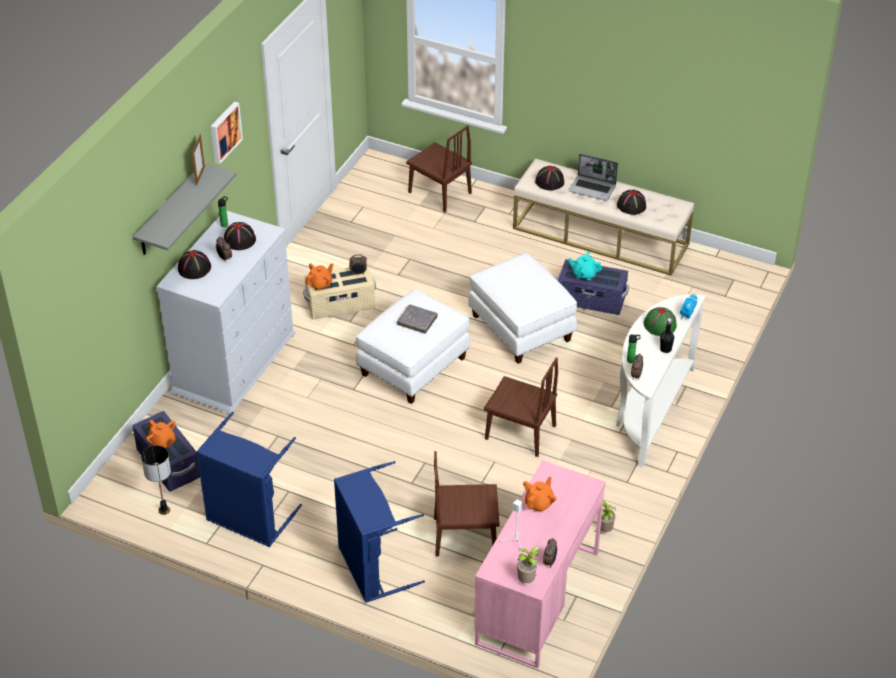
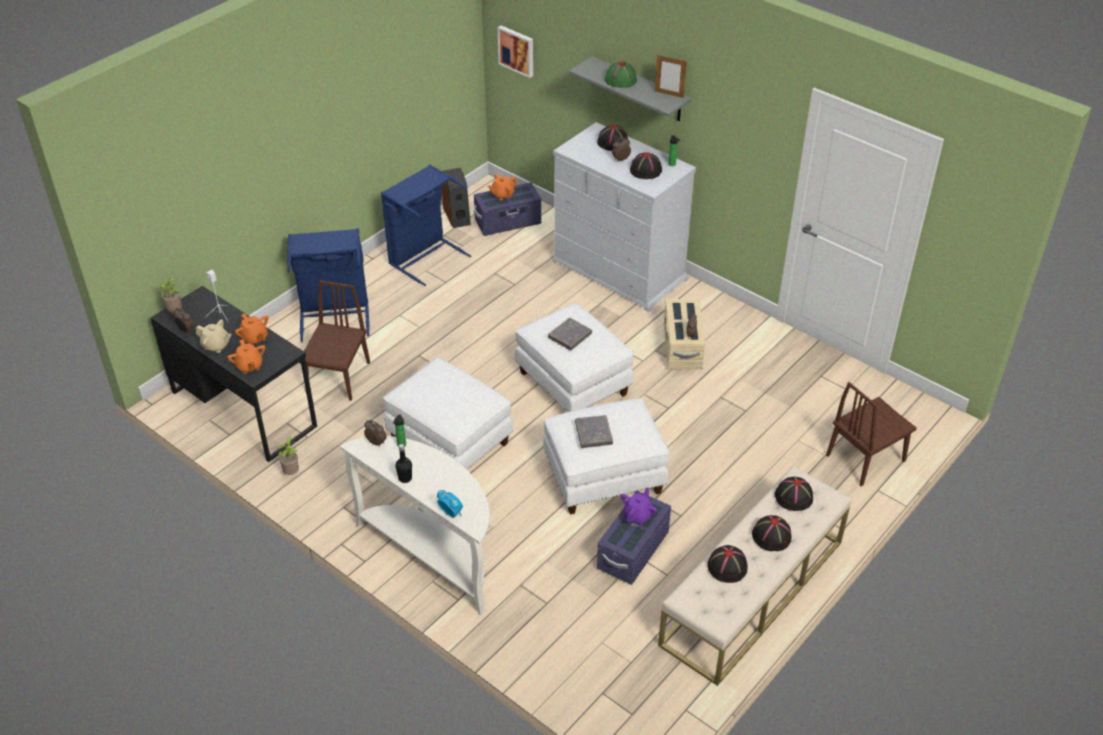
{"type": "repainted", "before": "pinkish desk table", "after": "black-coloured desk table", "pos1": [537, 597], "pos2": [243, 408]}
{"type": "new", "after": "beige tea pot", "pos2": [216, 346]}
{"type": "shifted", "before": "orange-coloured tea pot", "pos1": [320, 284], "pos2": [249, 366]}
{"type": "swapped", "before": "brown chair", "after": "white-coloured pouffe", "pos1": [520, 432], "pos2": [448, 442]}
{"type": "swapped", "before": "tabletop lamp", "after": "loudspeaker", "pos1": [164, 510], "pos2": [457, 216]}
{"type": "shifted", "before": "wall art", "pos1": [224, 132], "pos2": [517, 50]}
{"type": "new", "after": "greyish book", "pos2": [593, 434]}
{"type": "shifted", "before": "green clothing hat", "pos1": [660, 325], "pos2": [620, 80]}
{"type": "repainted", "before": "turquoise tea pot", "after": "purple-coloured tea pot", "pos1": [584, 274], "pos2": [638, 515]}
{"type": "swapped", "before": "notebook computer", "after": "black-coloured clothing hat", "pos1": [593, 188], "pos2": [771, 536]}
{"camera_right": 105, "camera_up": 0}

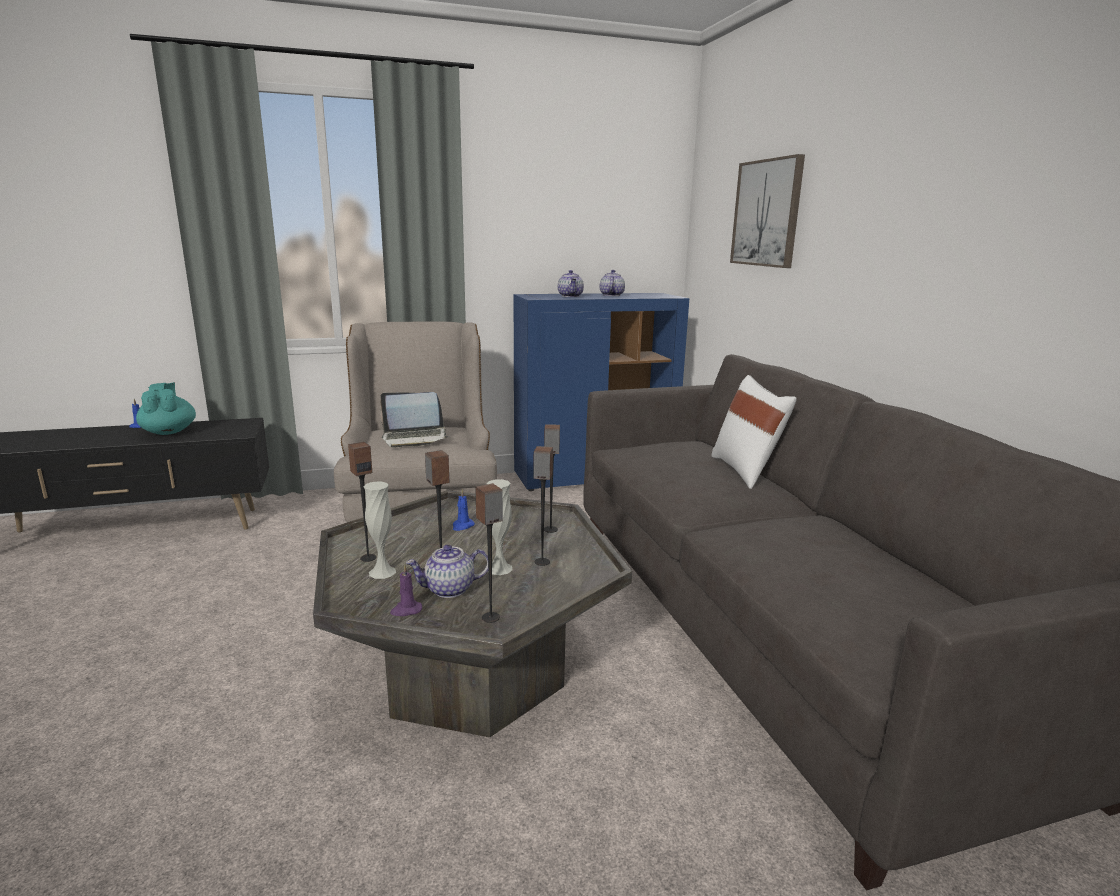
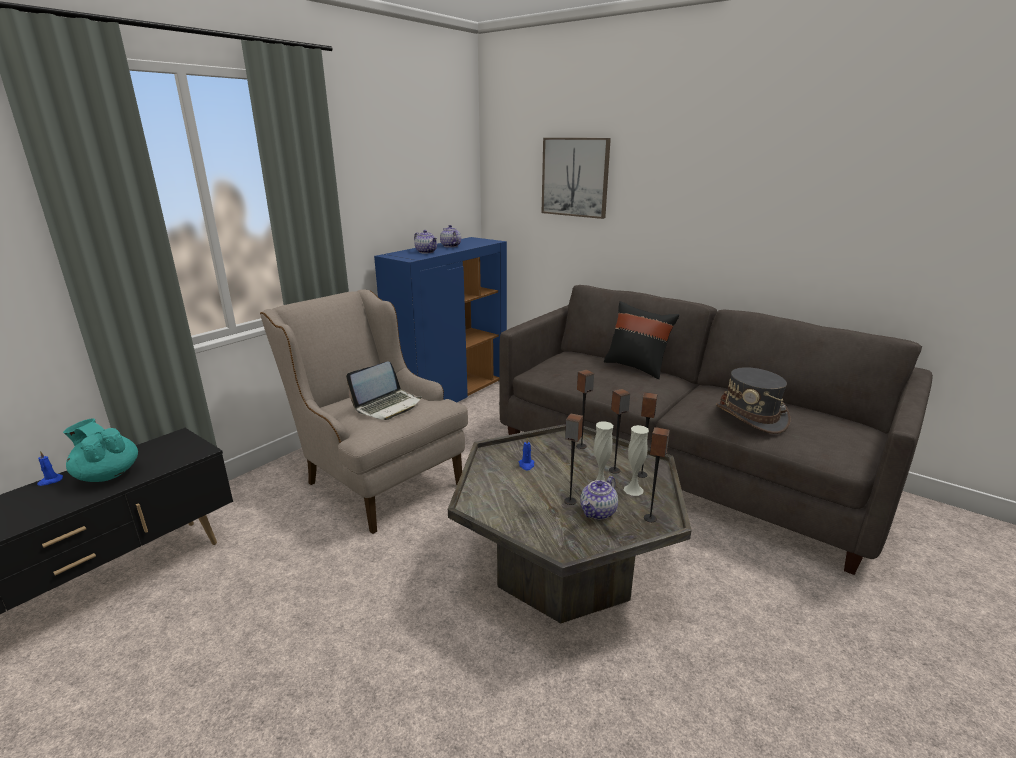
{"type": "repainted", "before": "white-coloured pillow", "after": "black-coloured pillow", "pos1": [746, 471], "pos2": [637, 367]}
{"type": "shifted", "before": "white-coloured decorative vase", "pos1": [382, 572], "pos2": [633, 490]}
{"type": "shifted", "before": "loudspeaker", "pos1": [368, 558], "pos2": [641, 474]}
{"type": "new", "after": "greyish clothing hat", "pos2": [751, 417]}
{"type": "gone", "before": "purple-coloured wax light", "pos1": [406, 610]}
{"camera_right": -35, "camera_up": 5}

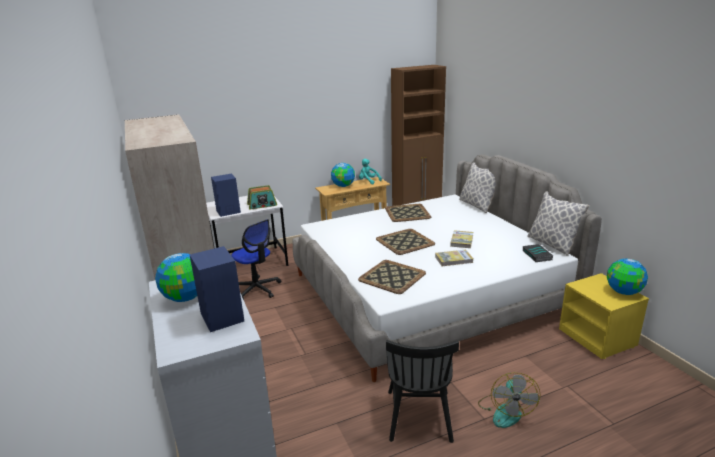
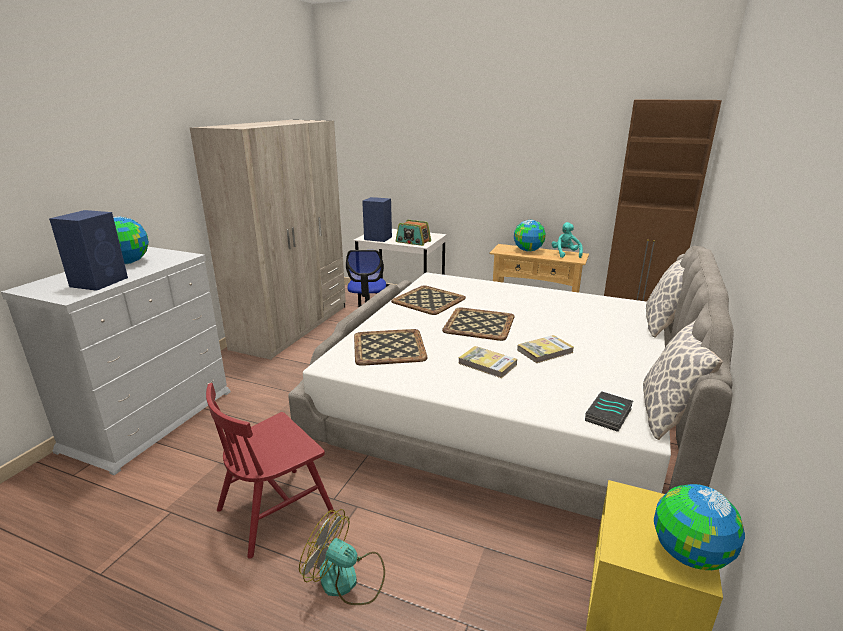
{"type": "repainted", "before": "black-coloured chair", "after": "red chair", "pos1": [419, 415], "pos2": [275, 510]}
{"type": "rotated", "before": "cooling fan", "pos1": [505, 411], "pos2": [347, 579], "turn": 60}
{"type": "shifted", "before": "tray", "pos1": [407, 213], "pos2": [429, 300]}
{"camera_right": 45, "camera_up": 0}

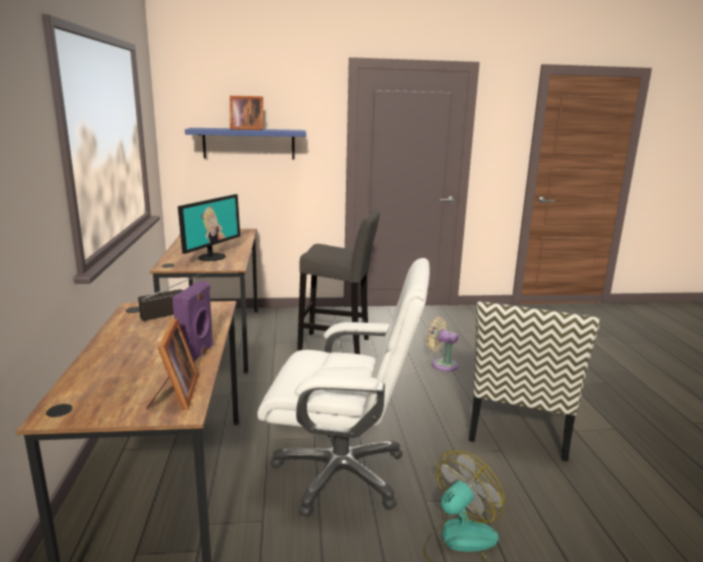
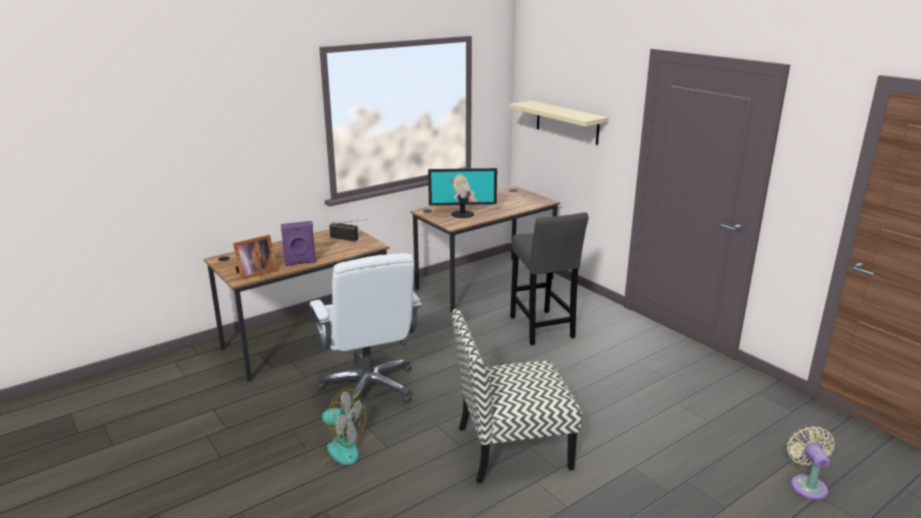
{"type": "repainted", "before": "bluish wall shelf", "after": "beige wall shelf", "pos1": [249, 143], "pos2": [567, 122]}
{"type": "shifted", "before": "beige cooling fan", "pos1": [441, 364], "pos2": [807, 484]}
{"type": "gone", "before": "picture frame", "pos1": [245, 129]}
{"camera_right": 60, "camera_up": 5}

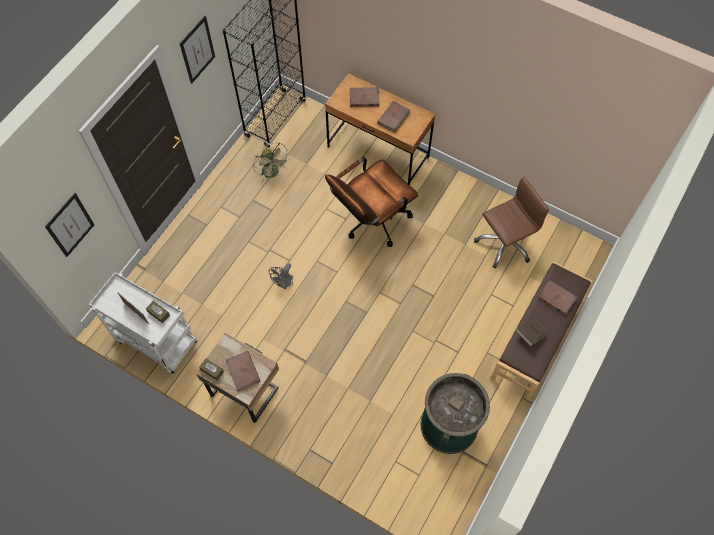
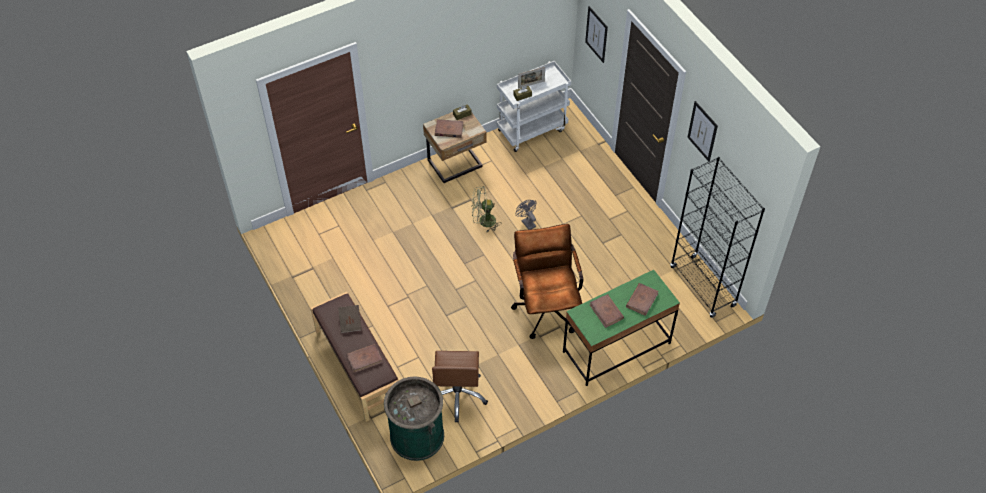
{"type": "shifted", "before": "green rubbish bin", "pos1": [449, 425], "pos2": [417, 435]}
{"type": "shifted", "before": "green cooling fan", "pos1": [273, 173], "pos2": [483, 222]}
{"type": "repainted", "before": "brown desk table", "after": "green desk table", "pos1": [378, 152], "pos2": [616, 348]}
{"camera_right": 120, "camera_up": -10}

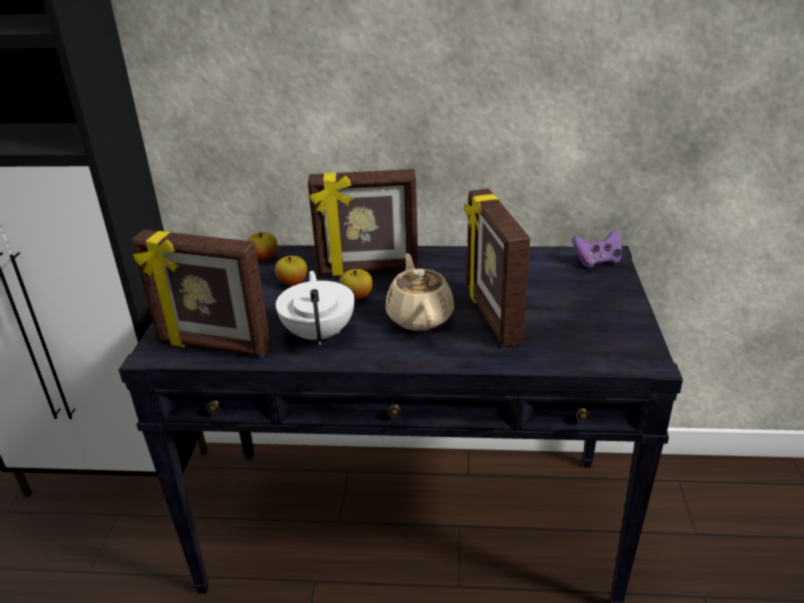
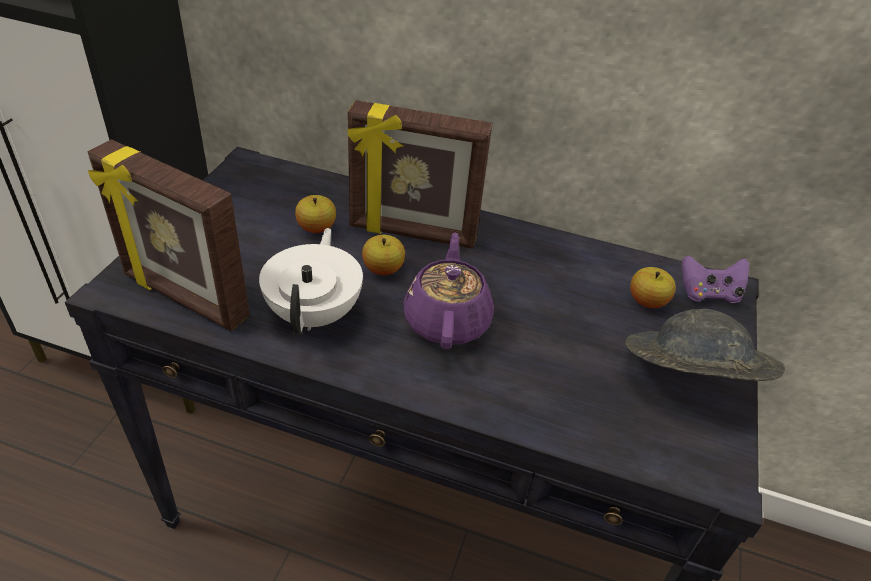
{"type": "repainted", "before": "beige tea pot", "after": "purple-coloured tea pot", "pos1": [419, 316], "pos2": [447, 320]}
{"type": "new", "after": "greyish clothing hat", "pos2": [689, 378]}
{"type": "shifted", "before": "apple", "pos1": [264, 257], "pos2": [647, 302]}
{"type": "gone", "before": "picture frame", "pos1": [491, 316]}
{"camera_right": 10, "camera_up": 10}

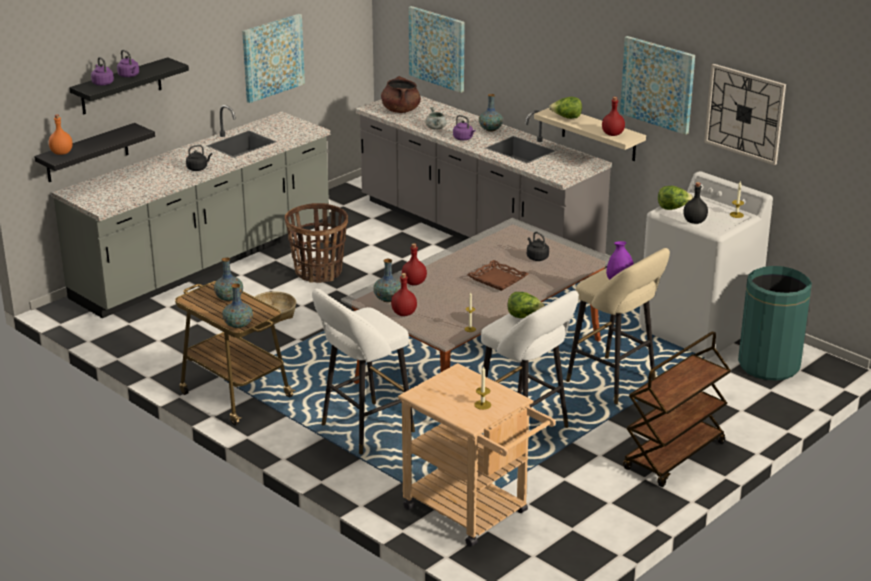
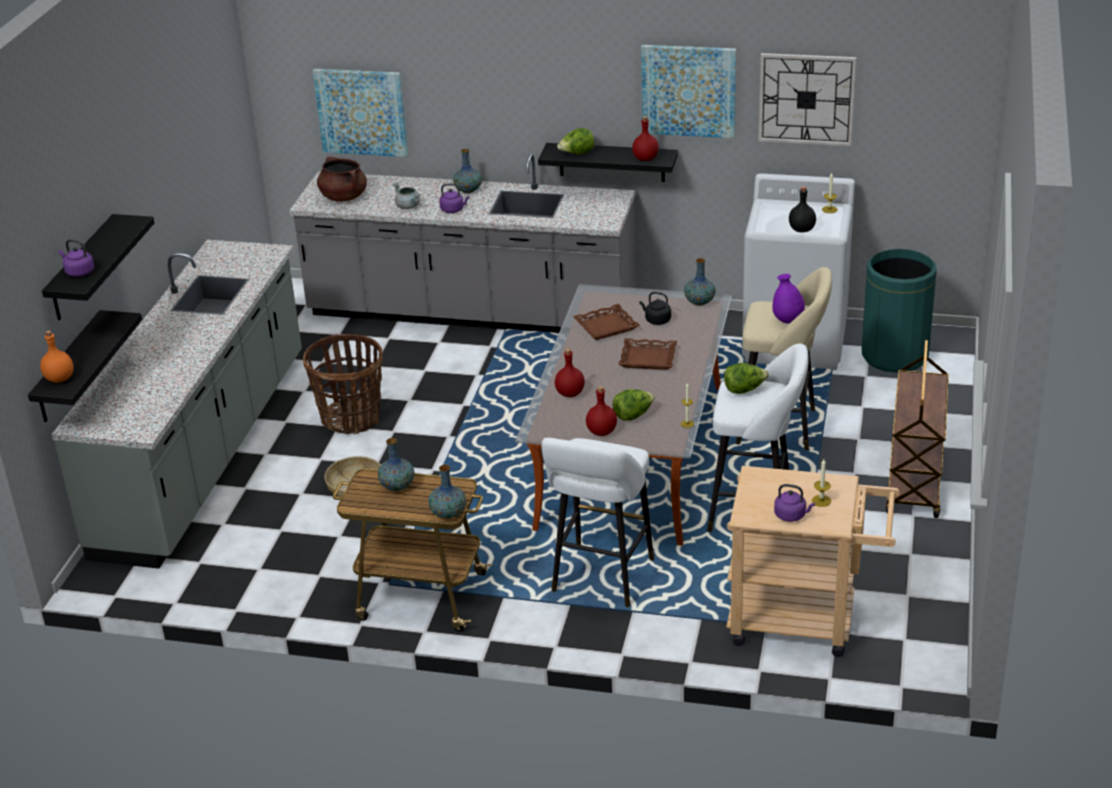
{"type": "repainted", "before": "beige wall shelf", "after": "black-coloured wall shelf", "pos1": [598, 134], "pos2": [611, 162]}
{"type": "new", "after": "brown tray", "pos2": [606, 326]}
{"type": "shifted", "before": "lettuce", "pos1": [673, 208], "pos2": [633, 415]}
{"type": "shifted", "before": "decorative vase", "pos1": [388, 299], "pos2": [699, 302]}
{"type": "shifted", "before": "purple-coloured tea kettle", "pos1": [129, 76], "pos2": [791, 516]}
{"type": "gone", "before": "black-coloured tea kettle", "pos1": [198, 168]}
{"type": "gone", "before": "wall art", "pos1": [272, 57]}
{"camera_right": -30, "camera_up": 5}

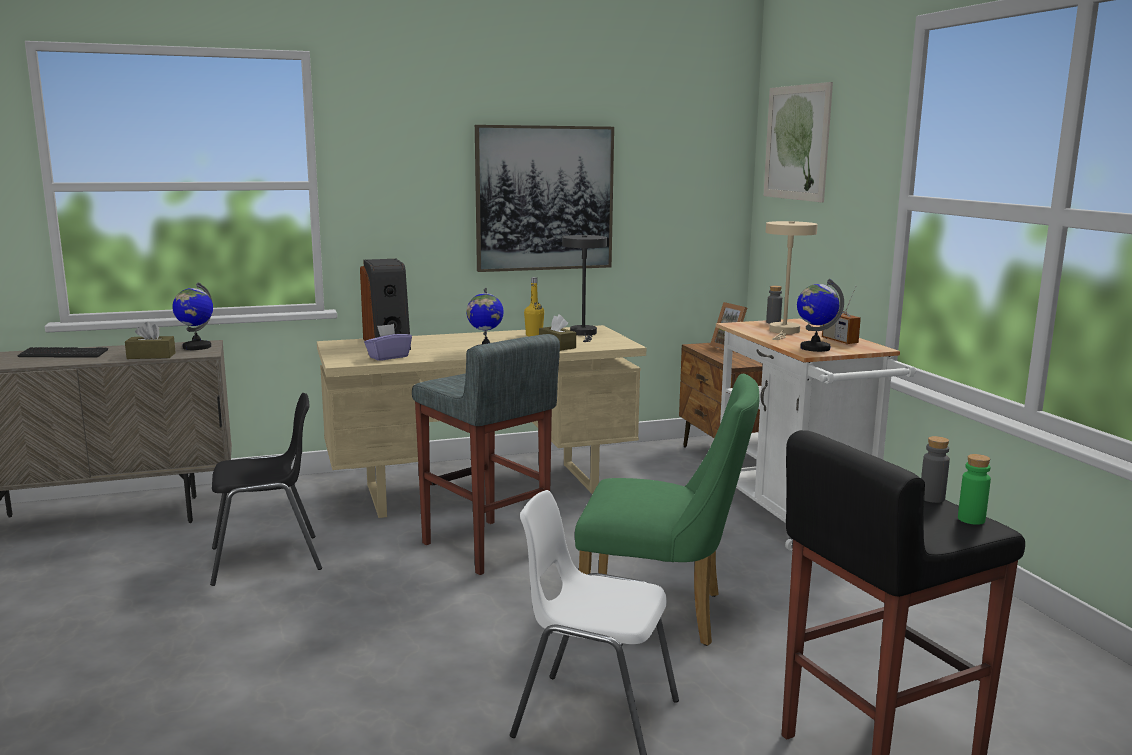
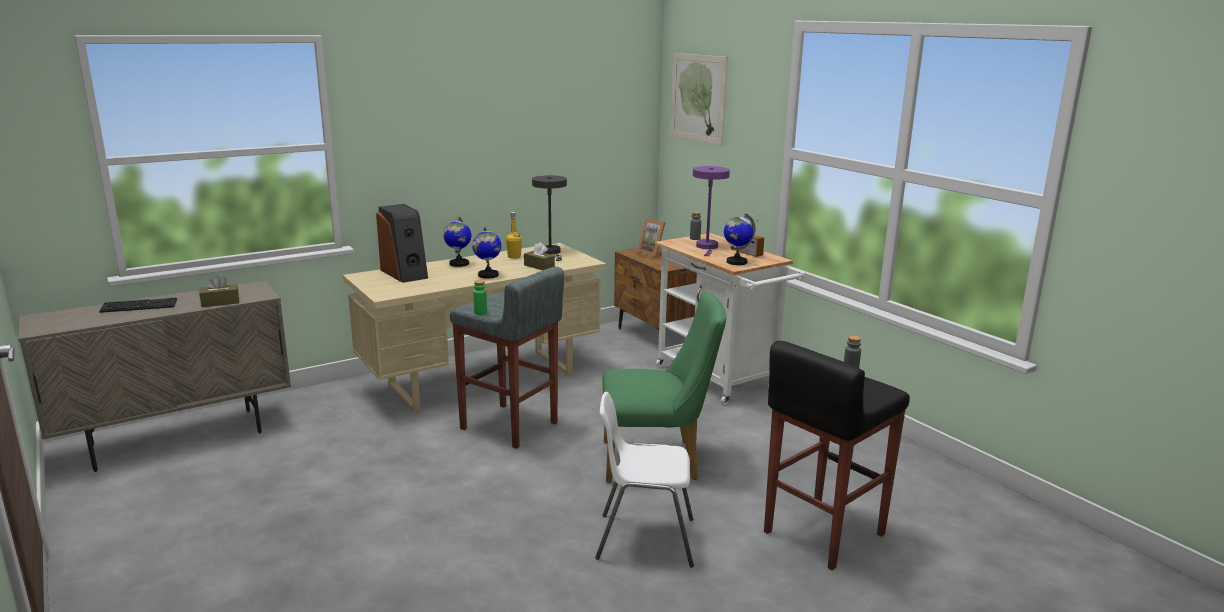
{"type": "shifted", "before": "desk globe", "pos1": [196, 347], "pos2": [459, 264]}
{"type": "shifted", "before": "green beverage bottle", "pos1": [971, 519], "pos2": [480, 312]}
{"type": "repainted", "before": "beige tabletop lamp", "after": "purple-coloured tabletop lamp", "pos1": [784, 332], "pos2": [707, 247]}
{"type": "gone", "before": "black-coloured chair", "pos1": [267, 559]}
{"type": "gone", "before": "purple-coloured tissue box", "pos1": [388, 357]}
{"type": "gone", "before": "wall art", "pos1": [544, 198]}
{"camera_right": -15, "camera_up": 5}

